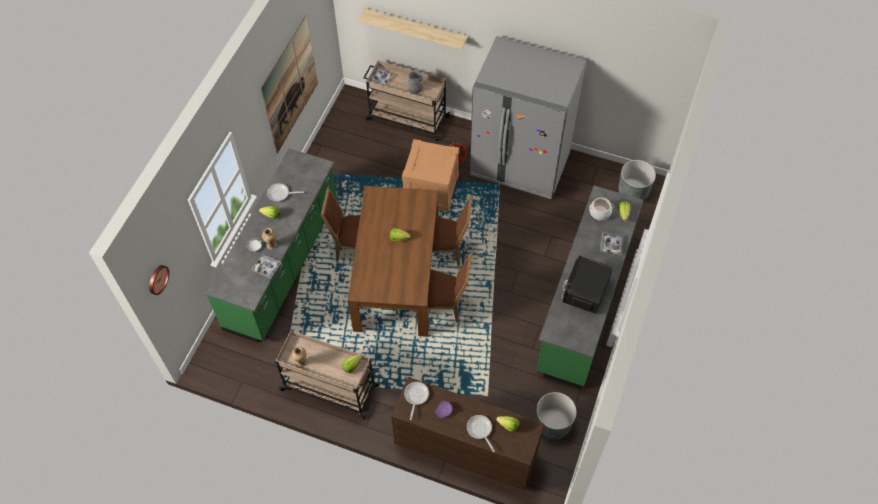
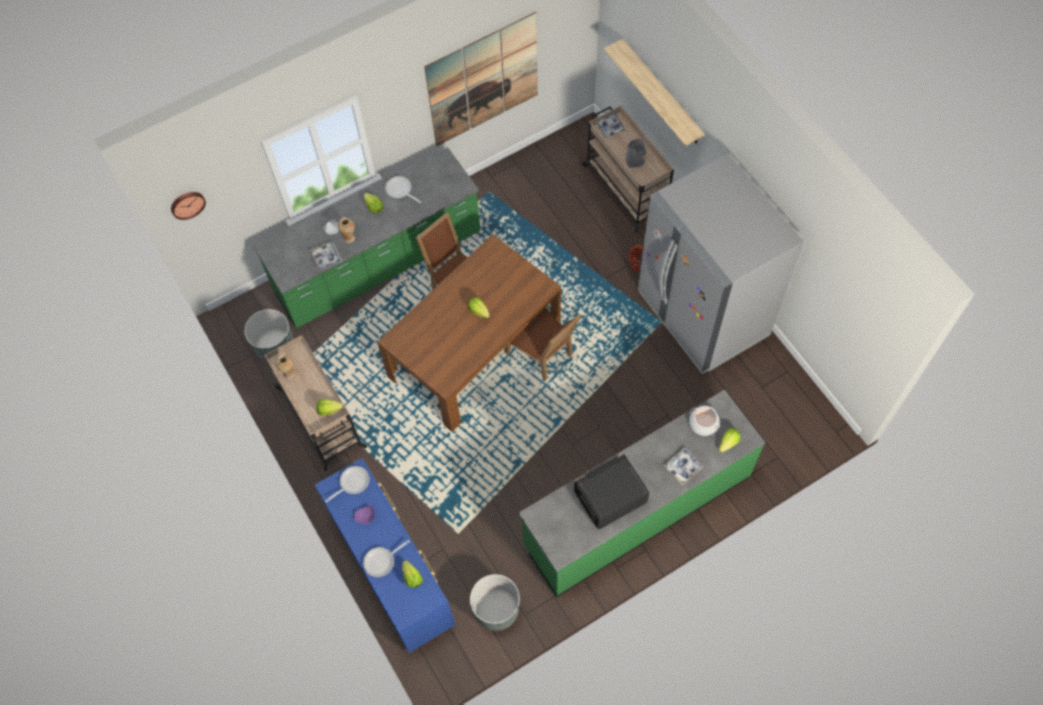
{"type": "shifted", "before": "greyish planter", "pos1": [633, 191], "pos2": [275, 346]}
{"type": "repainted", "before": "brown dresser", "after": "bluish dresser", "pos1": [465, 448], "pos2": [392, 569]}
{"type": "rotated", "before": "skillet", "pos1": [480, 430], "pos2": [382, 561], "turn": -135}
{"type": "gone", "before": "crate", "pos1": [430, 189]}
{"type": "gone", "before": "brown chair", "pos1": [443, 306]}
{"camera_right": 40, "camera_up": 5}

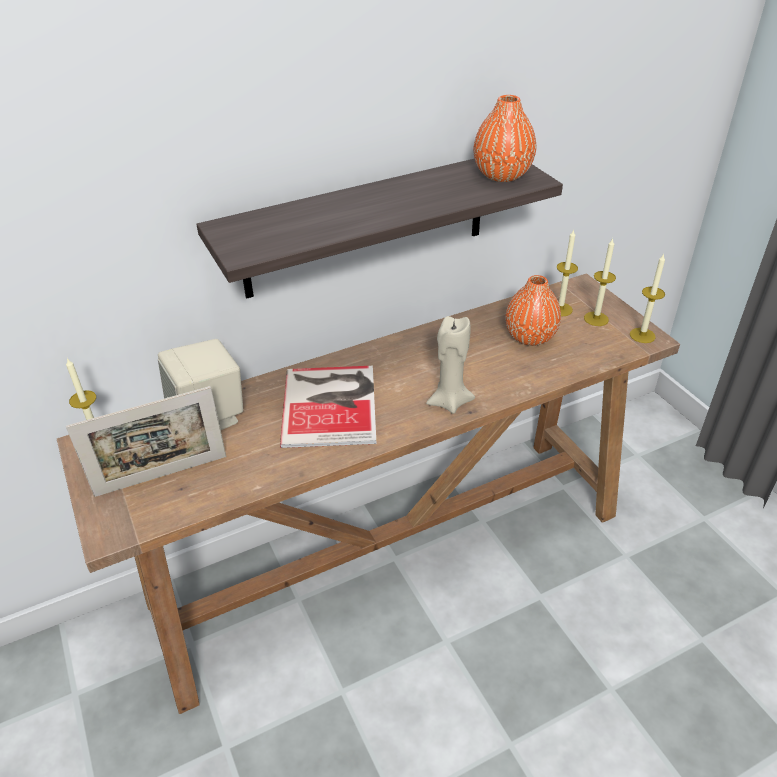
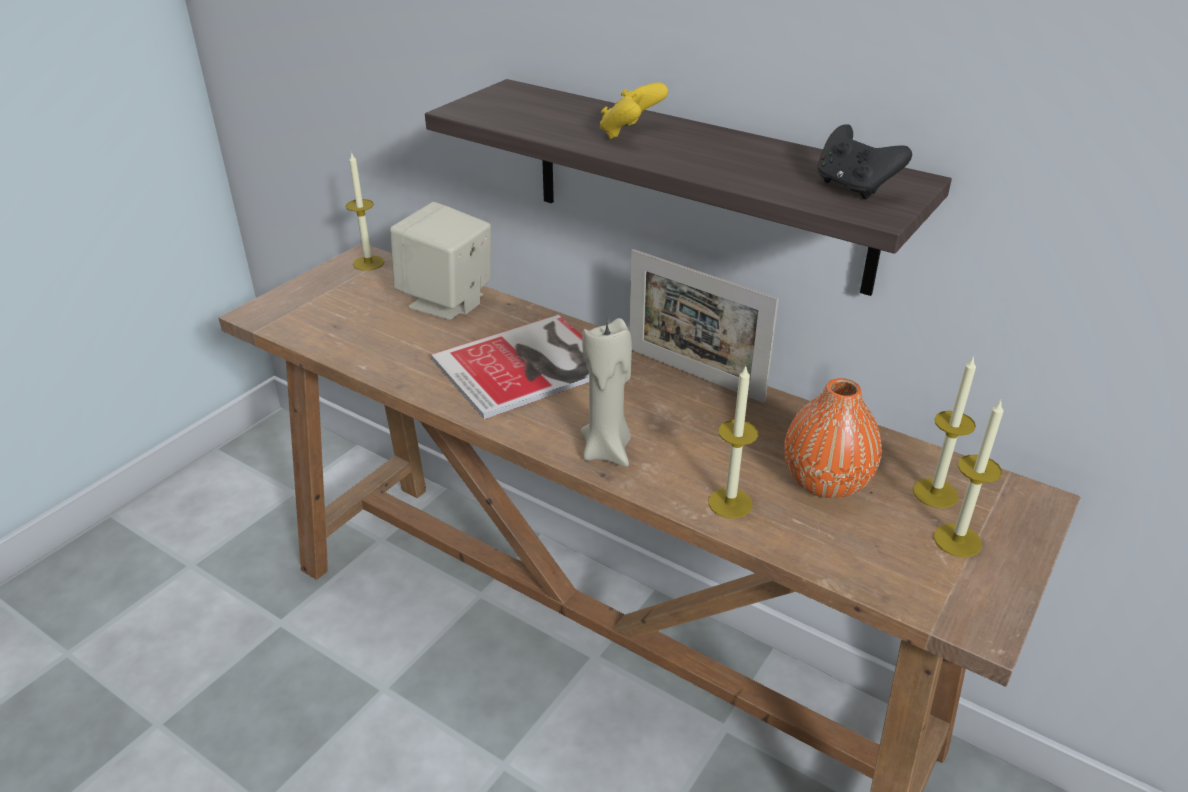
{"type": "new", "after": "yellowish game controller", "pos2": [630, 134]}
{"type": "shifted", "before": "picture frame", "pos1": [162, 475], "pos2": [694, 374]}
{"type": "shifted", "before": "wax light", "pos1": [642, 335], "pos2": [730, 503]}
{"type": "swapped", "before": "orange-coloured decorative vase", "after": "black-coloured game controller", "pos1": [502, 175], "pos2": [853, 187]}
{"camera_right": 60, "camera_up": -5}

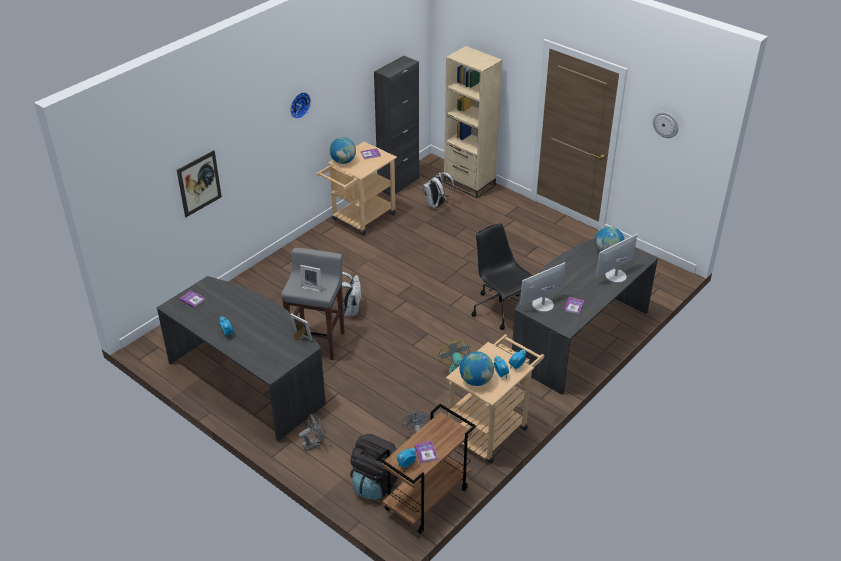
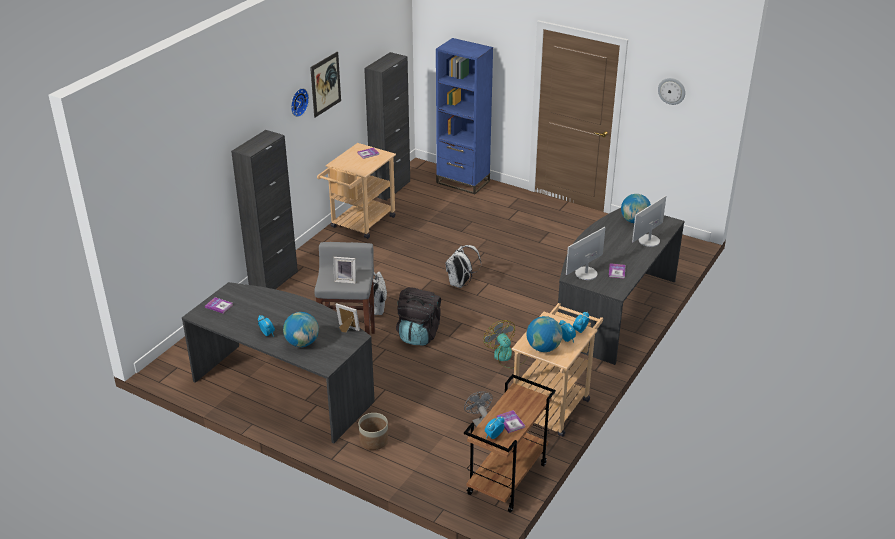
{"type": "new", "after": "black-coloured storage cabinet", "pos2": [273, 280]}
{"type": "shifted", "before": "desk globe", "pos1": [343, 161], "pos2": [302, 343]}
{"type": "shifted", "before": "wall art", "pos1": [199, 183], "pos2": [325, 84]}
{"type": "swapped", "before": "greyish cooling fan", "after": "planter", "pos1": [314, 443], "pos2": [373, 440]}
{"type": "shifted", "before": "black-coloured rucksack", "pos1": [376, 482], "pos2": [419, 334]}
{"type": "repainted", "before": "beige bookcase", "after": "bluish bookcase", "pos1": [469, 184], "pos2": [463, 182]}
{"type": "shifted", "before": "white-coloured rucksack", "pos1": [436, 205], "pos2": [460, 284]}
{"type": "gone", "before": "black-coloured computer chair", "pos1": [501, 310]}
{"camera_right": -10, "camera_up": -5}

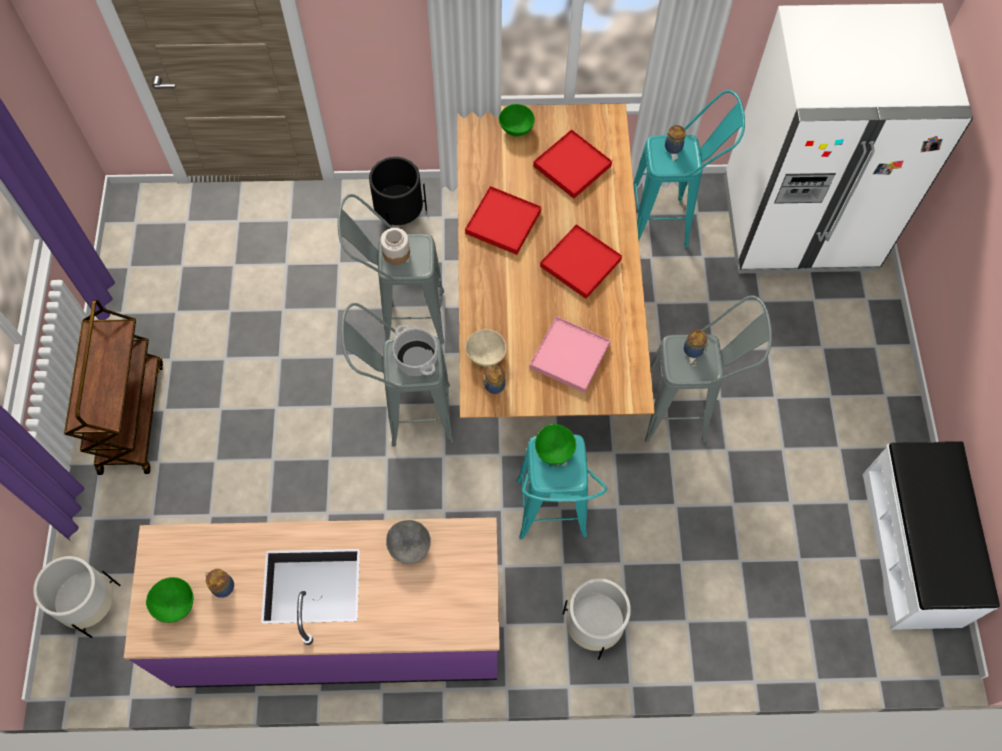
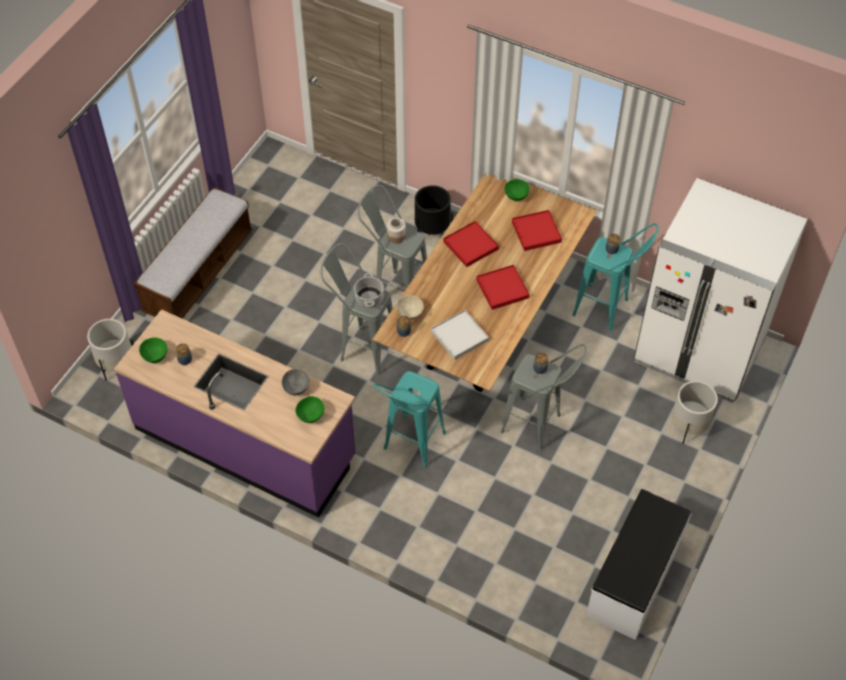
{"type": "swapped", "before": "brown wheeled cart", "after": "indoor bench", "pos1": [131, 416], "pos2": [199, 273]}
{"type": "shifted", "before": "green deep dish", "pos1": [555, 450], "pos2": [311, 415]}
{"type": "repainted", "before": "pinkish tray", "after": "white-coloured tray", "pos1": [569, 356], "pos2": [459, 336]}
{"type": "shifted", "before": "white-coloured planter", "pos1": [593, 626], "pos2": [689, 426]}
{"camera_right": 30, "camera_up": -10}

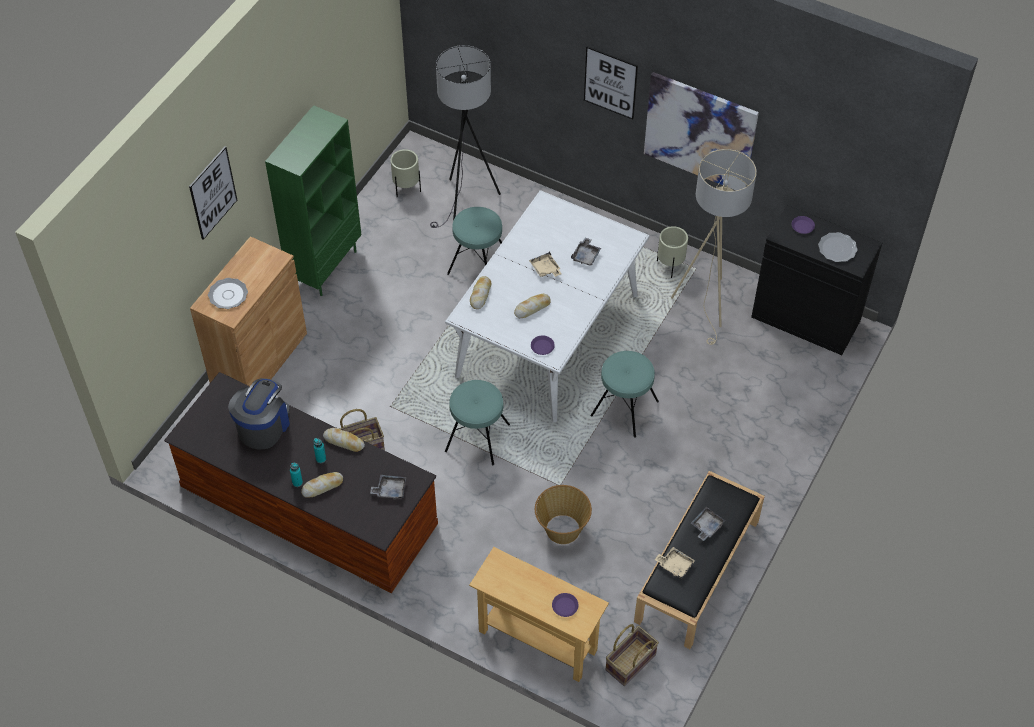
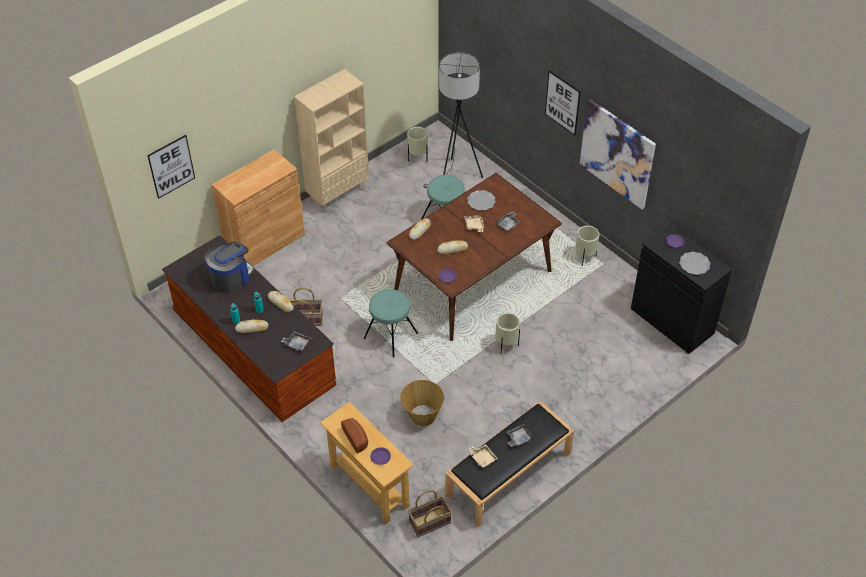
{"type": "shifted", "before": "wall art", "pos1": [213, 193], "pos2": [171, 166]}
{"type": "repainted", "before": "green bookcase", "after": "beige bookcase", "pos1": [325, 266], "pos2": [338, 194]}
{"type": "new", "after": "bread", "pos2": [356, 438]}
{"type": "repainted", "before": "white-coloured dining table", "after": "brown dining table", "pos1": [547, 334], "pos2": [473, 280]}
{"type": "shifted", "before": "plate", "pos1": [228, 295], "pos2": [481, 201]}
{"type": "swapped", "before": "turquoise sitting stool", "after": "beige planter", "pos1": [624, 408], "pos2": [506, 345]}
{"type": "gone", "before": "beige floor lamp", "pos1": [707, 304]}
{"camera_right": 20, "camera_up": -5}

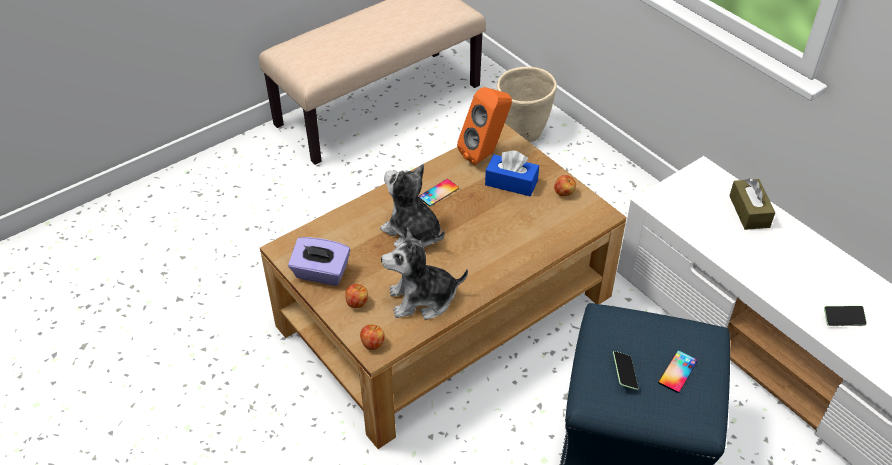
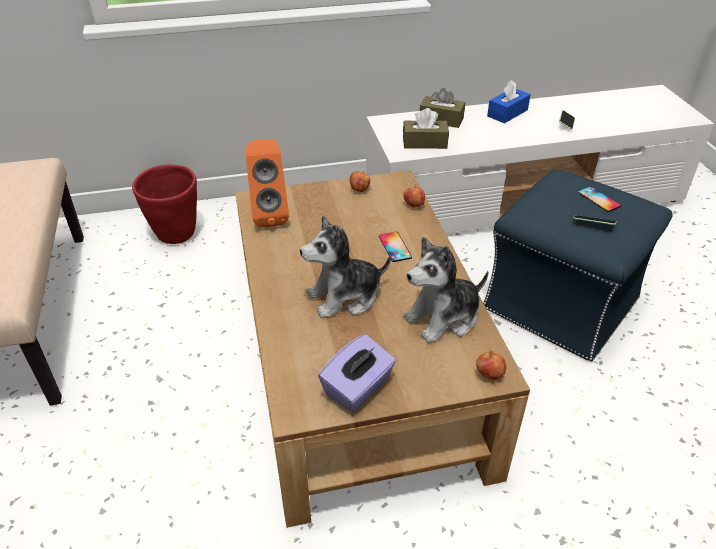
{"type": "repainted", "before": "beige planter", "after": "red planter", "pos1": [522, 133], "pos2": [176, 235]}
{"type": "shifted", "before": "telephone", "pos1": [438, 193], "pos2": [395, 247]}
{"type": "new", "after": "brown tissue box", "pos2": [424, 143]}
{"type": "shifted", "before": "apple", "pos1": [357, 303], "pos2": [413, 205]}
{"type": "rotated", "before": "plush toy", "pos1": [422, 299], "pos2": [443, 318], "turn": 45}
{"type": "shifted", "before": "bluish tissue box", "pos1": [511, 183], "pos2": [507, 113]}
{"camera_right": -65, "camera_up": -5}

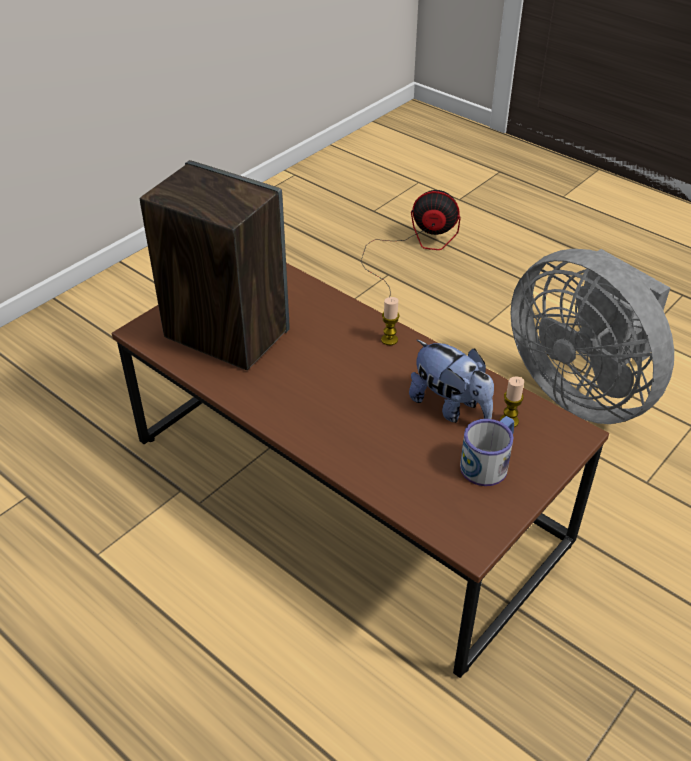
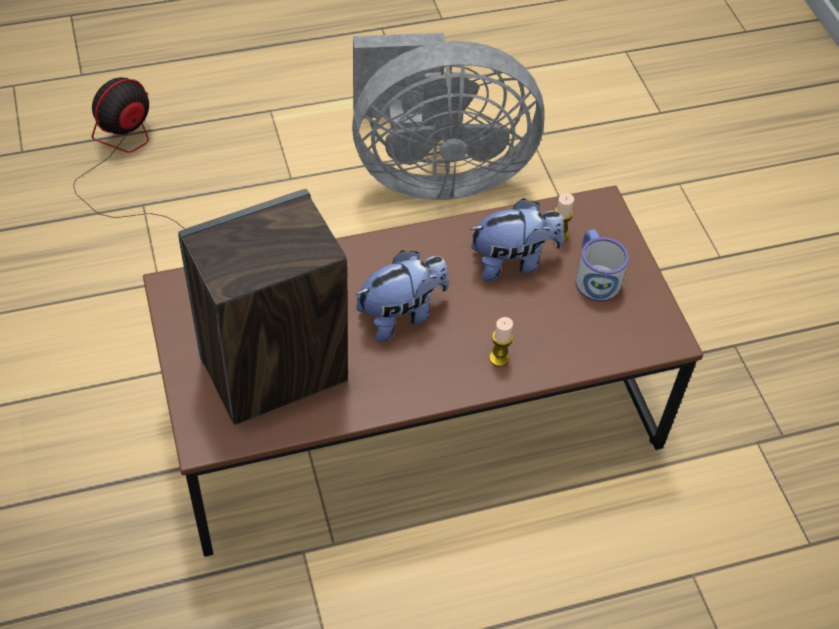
{"type": "new", "after": "plush toy", "pos2": [401, 315]}
{"type": "shifted", "before": "wax light", "pos1": [389, 340], "pos2": [499, 358]}
{"camera_right": -60, "camera_up": 10}

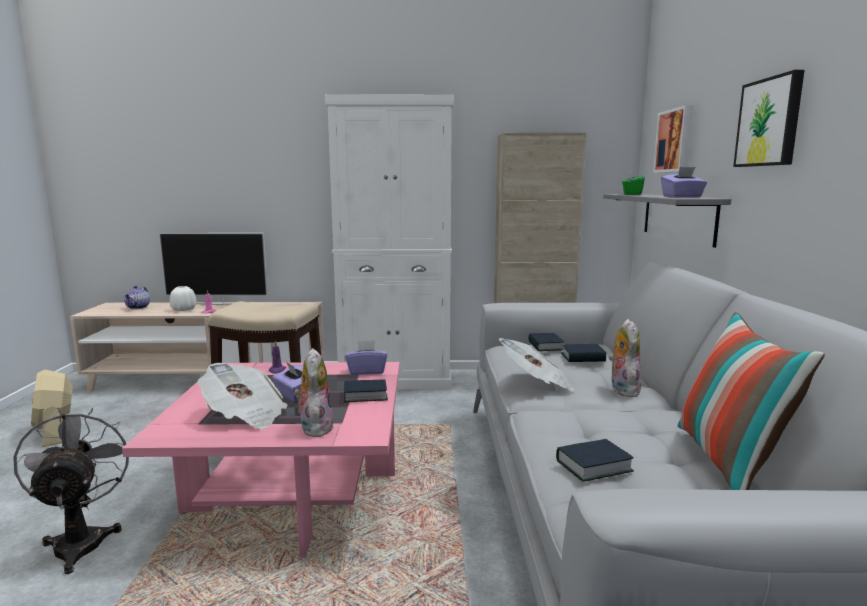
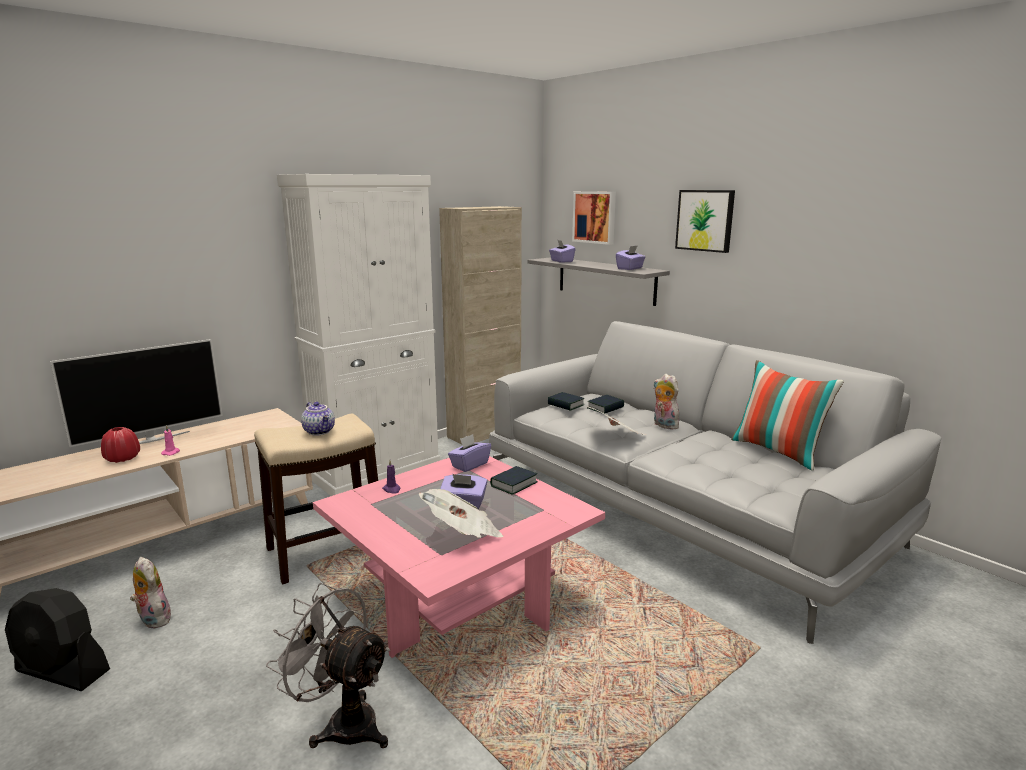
{"type": "repainted", "before": "beige cooling fan", "after": "black-coloured cooling fan", "pos1": [56, 432], "pos2": [63, 671]}
{"type": "repainted", "before": "white-coloured decorative vase", "after": "red decorative vase", "pos1": [184, 309], "pos2": [122, 458]}
{"type": "shifted", "before": "plush toy", "pos1": [315, 427], "pos2": [152, 619]}
{"type": "shifted", "before": "tea pot", "pos1": [138, 307], "pos2": [320, 431]}
{"type": "repainted", "before": "green tissue box", "after": "purple-coloured tissue box", "pos1": [631, 194], "pos2": [561, 261]}
{"type": "gone", "before": "book", "pos1": [593, 466]}
{"camera_right": -40, "camera_up": 5}

